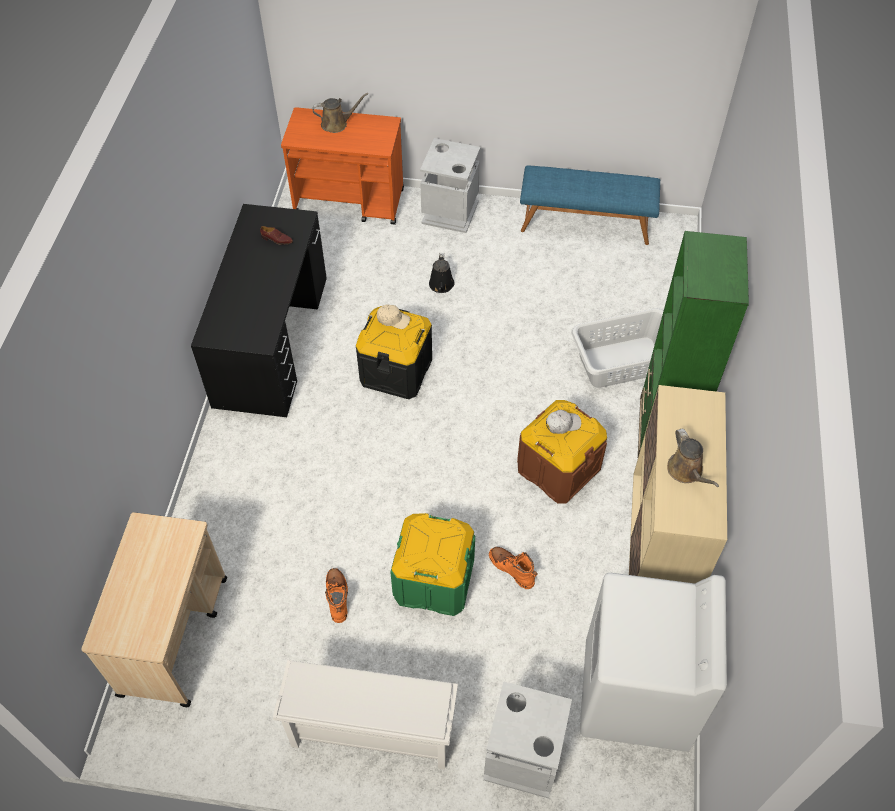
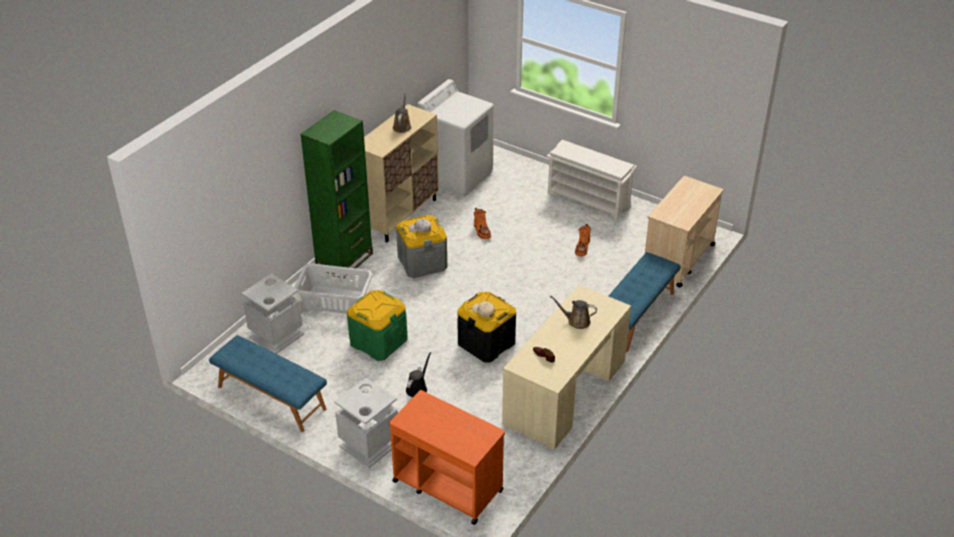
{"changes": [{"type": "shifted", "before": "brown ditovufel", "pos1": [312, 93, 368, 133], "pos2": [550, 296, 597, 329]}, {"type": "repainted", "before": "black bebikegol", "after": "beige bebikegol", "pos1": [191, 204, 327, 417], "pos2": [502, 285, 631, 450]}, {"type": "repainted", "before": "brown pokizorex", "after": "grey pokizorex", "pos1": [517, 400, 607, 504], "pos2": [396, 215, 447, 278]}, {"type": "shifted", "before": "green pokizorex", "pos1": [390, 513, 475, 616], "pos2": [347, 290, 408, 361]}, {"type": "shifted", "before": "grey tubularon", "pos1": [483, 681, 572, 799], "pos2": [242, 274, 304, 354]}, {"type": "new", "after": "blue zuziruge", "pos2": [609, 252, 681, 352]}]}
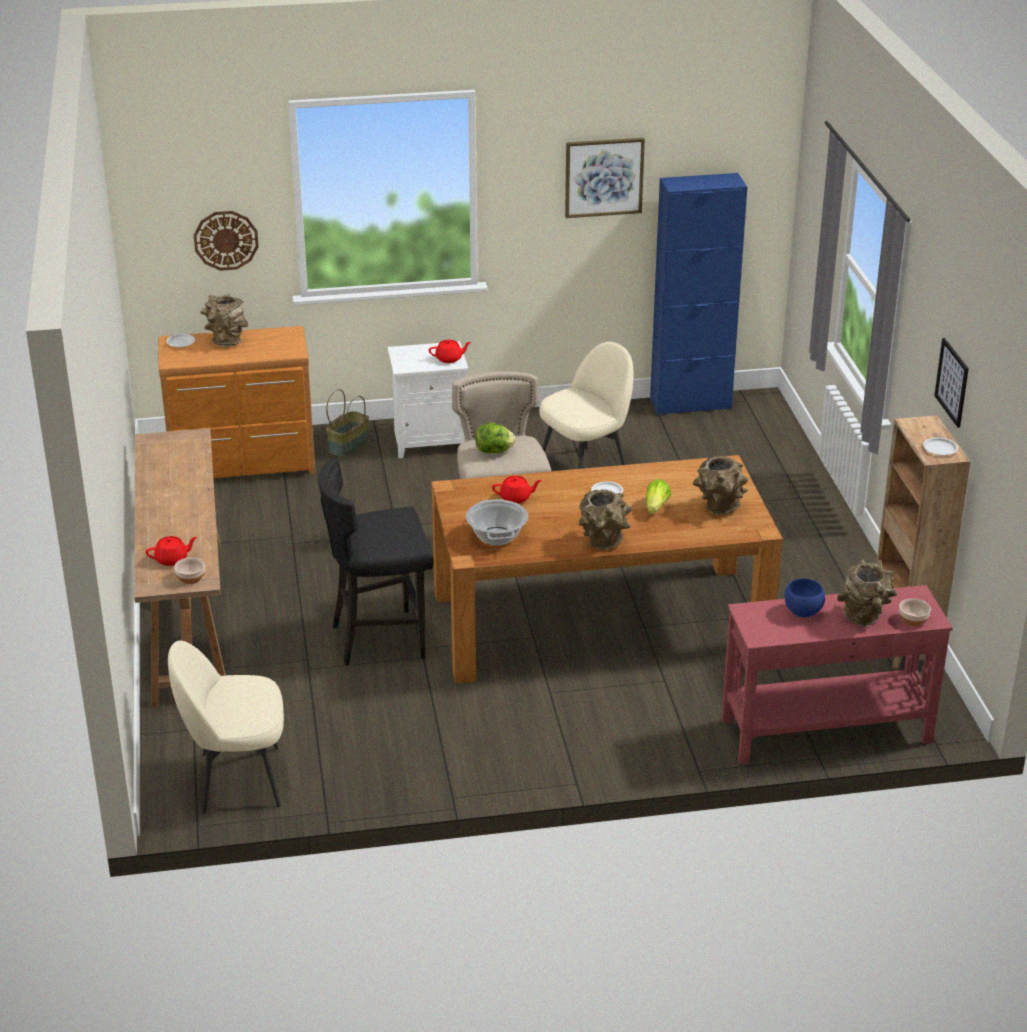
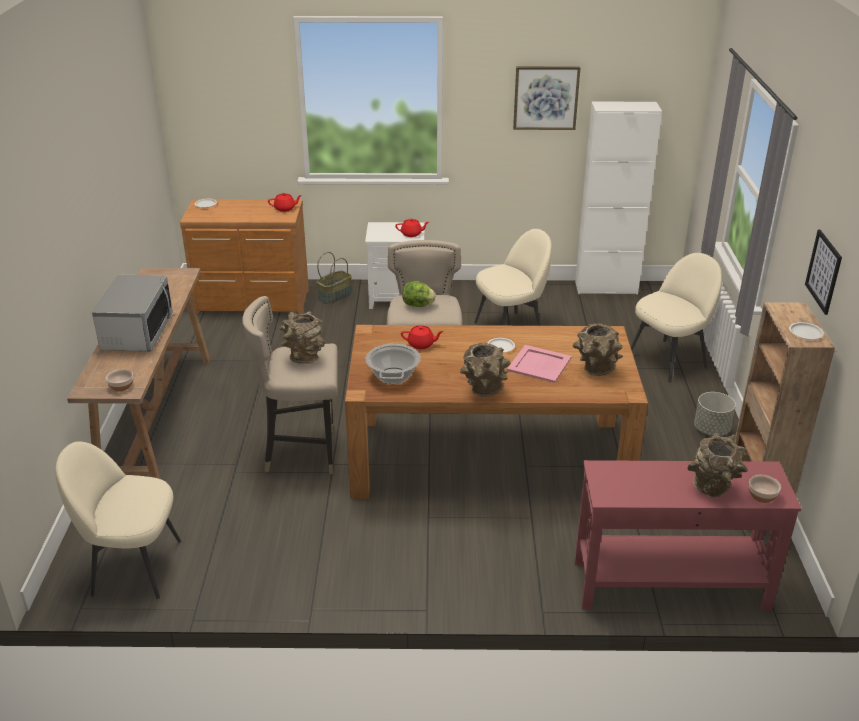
{"changes": [{"type": "repainted", "before": "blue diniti", "after": "white diniti", "pos1": [650, 173, 747, 415], "pos2": [575, 101, 662, 295]}, {"type": "gone", "before": "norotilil", "pos1": [194, 211, 259, 271]}, {"type": "shifted", "before": "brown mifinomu", "pos1": [200, 293, 248, 347], "pos2": [280, 311, 324, 365]}, {"type": "repainted", "before": "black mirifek", "after": "beige mirifek", "pos1": [318, 458, 434, 665], "pos2": [242, 296, 338, 474]}, {"type": "swapped", "before": "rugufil", "after": "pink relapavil", "pos1": [646, 479, 671, 514], "pos2": [507, 345, 572, 383]}, {"type": "shifted", "before": "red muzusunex", "pos1": [146, 536, 197, 566], "pos2": [268, 193, 302, 212]}, {"type": "gone", "before": "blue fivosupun", "pos1": [785, 578, 825, 617]}, {"type": "new", "after": "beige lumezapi", "pos2": [631, 253, 722, 383]}, {"type": "new", "after": "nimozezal", "pos2": [92, 275, 173, 351]}, {"type": "new", "after": "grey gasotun", "pos2": [694, 392, 736, 436]}]}
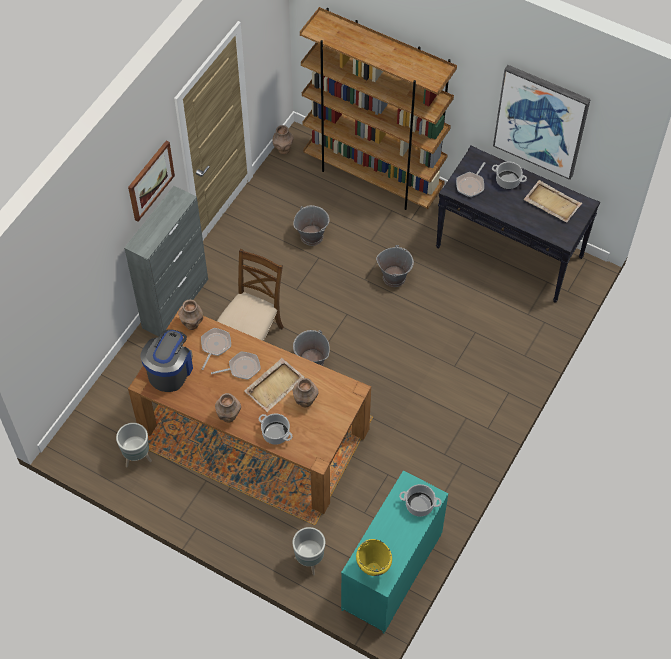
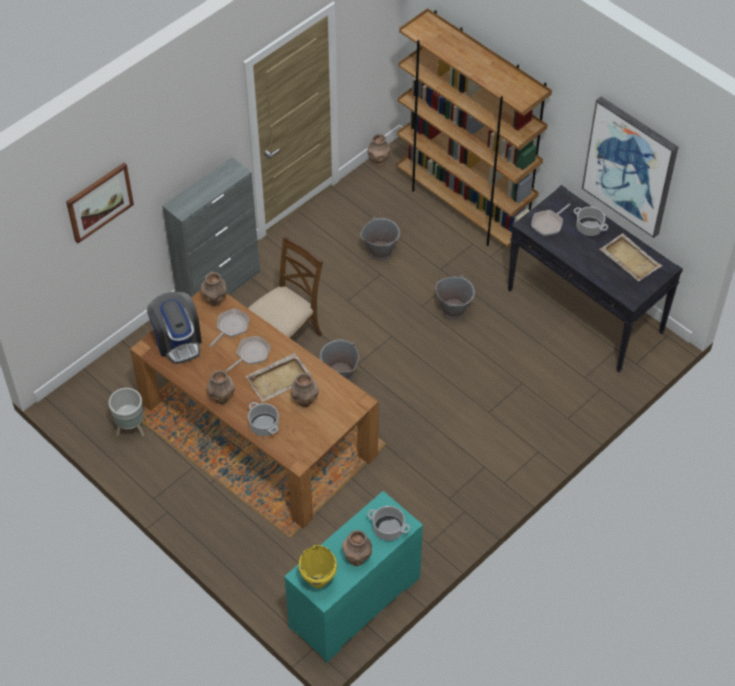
{"changes": [{"type": "shifted", "before": "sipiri", "pos1": [128, 140, 175, 222], "pos2": [66, 163, 134, 243]}, {"type": "rotated", "before": "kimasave", "pos1": [140, 329, 193, 392], "pos2": [147, 292, 202, 364], "turn": 120}, {"type": "rotated", "before": "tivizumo", "pos1": [211, 351, 261, 380], "pos2": [226, 336, 271, 372], "turn": -45}, {"type": "gone", "before": "grey gasotun", "pos1": [292, 527, 325, 575]}, {"type": "new", "after": "brown mifinomu", "pos2": [342, 530, 372, 566]}]}
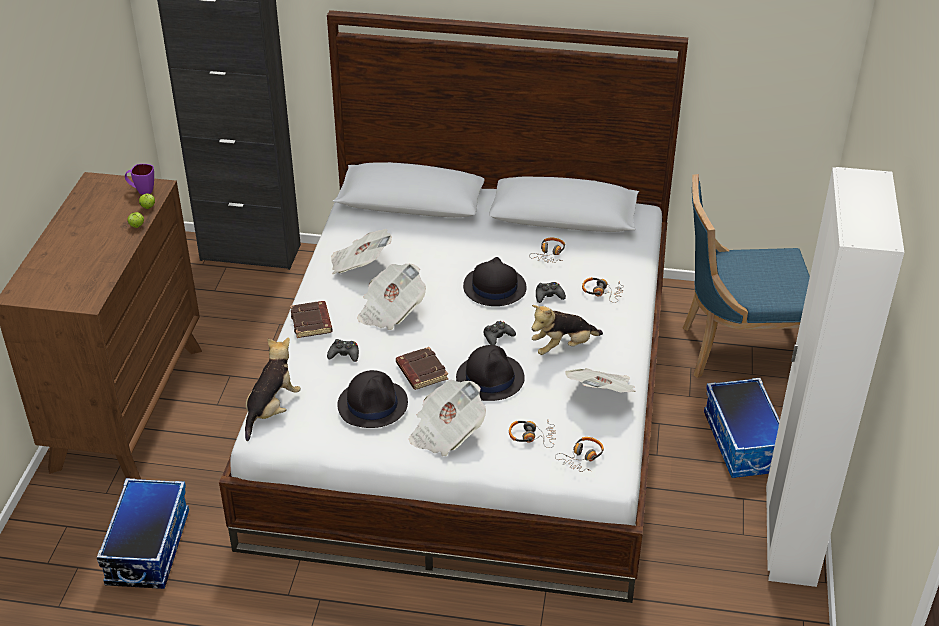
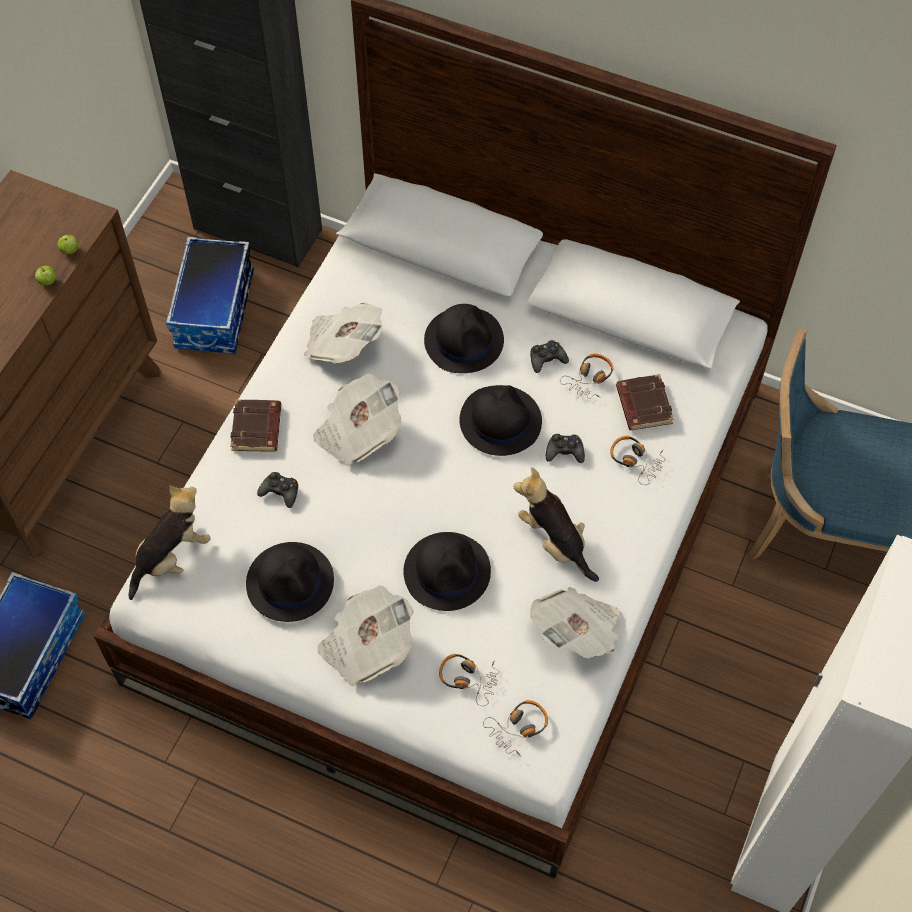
{"changes": [{"type": "gone", "before": "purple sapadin", "pos1": [125, 164, 154, 195]}, {"type": "rotated", "before": "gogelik", "pos1": [532, 305, 603, 355], "pos2": [513, 467, 599, 582], "turn": 60}, {"type": "shifted", "before": "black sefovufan", "pos1": [484, 321, 516, 345], "pos2": [530, 340, 569, 373]}, {"type": "shifted", "before": "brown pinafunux", "pos1": [396, 347, 448, 390], "pos2": [616, 374, 674, 430]}, {"type": "shifted", "before": "pokizorex", "pos1": [704, 378, 780, 478], "pos2": [166, 237, 254, 354]}, {"type": "new", "after": "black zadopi", "pos2": [424, 304, 504, 373]}]}
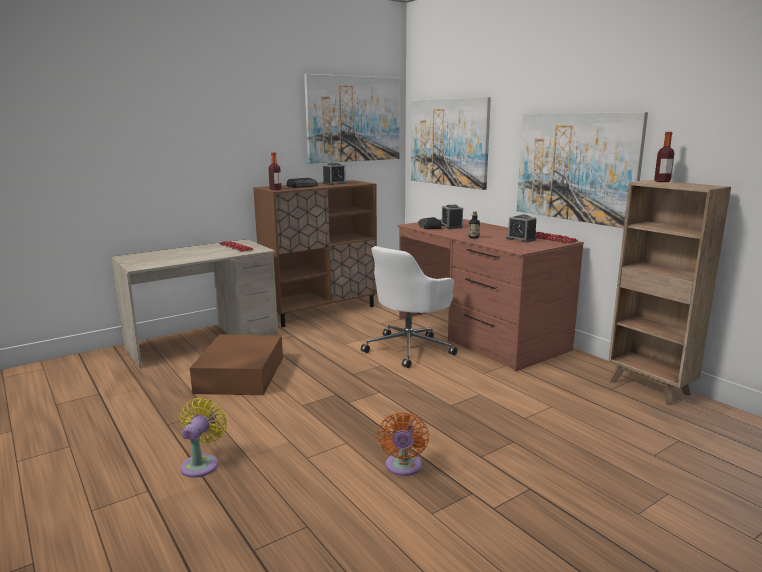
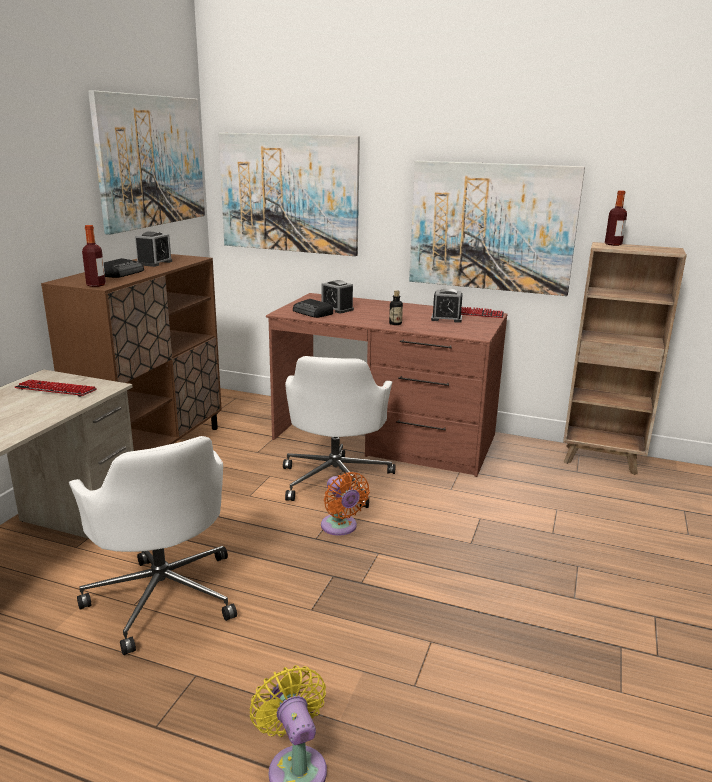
{"changes": [{"type": "swapped", "before": "brown pokizorex", "after": "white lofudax", "pos1": [190, 334, 283, 395], "pos2": [69, 436, 237, 655]}, {"type": "shifted", "before": "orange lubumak", "pos1": [377, 412, 429, 476], "pos2": [321, 472, 370, 535]}]}
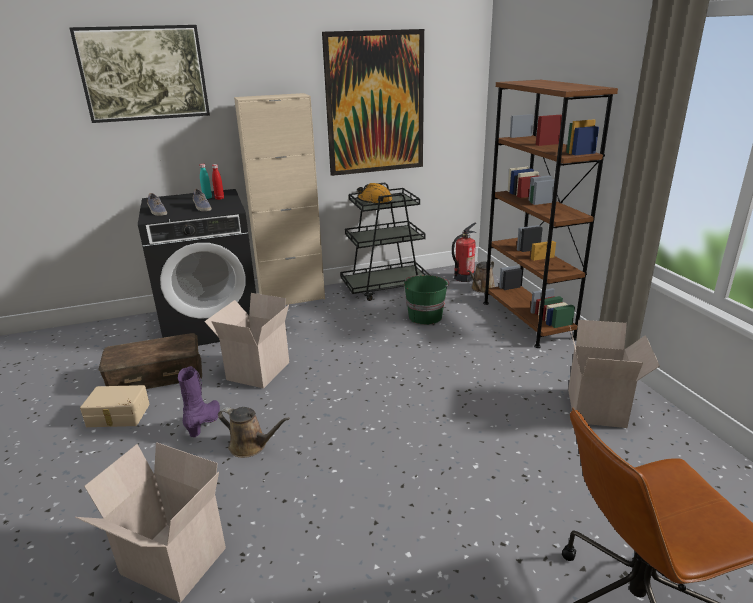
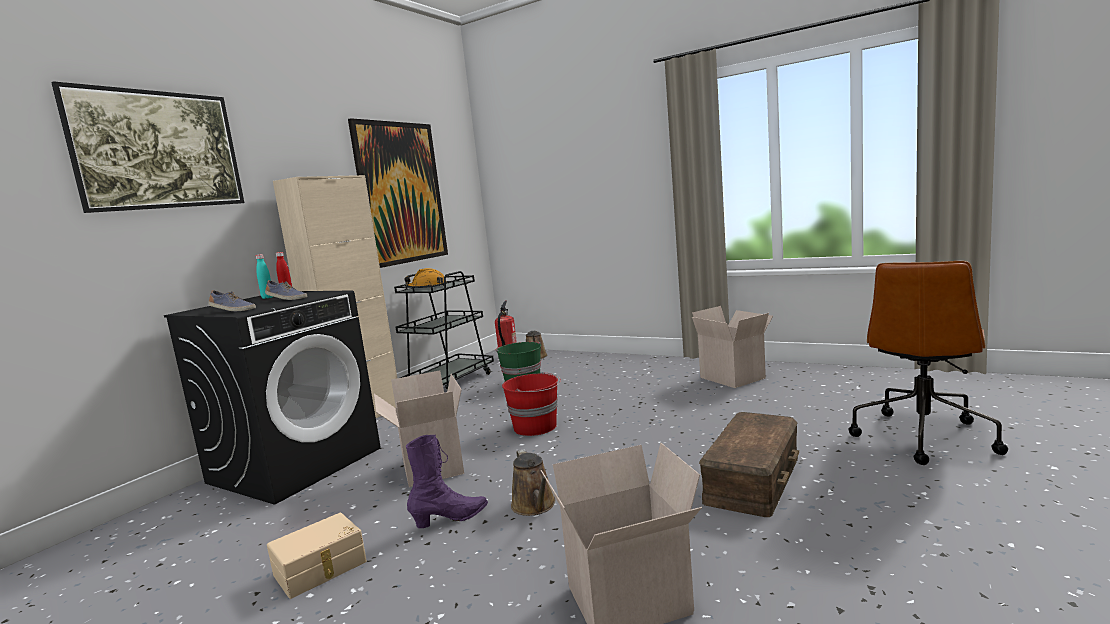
{"changes": [{"type": "gone", "before": "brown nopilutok", "pos1": [483, 80, 618, 348]}, {"type": "shifted", "before": "brown pokizorex", "pos1": [98, 333, 202, 389], "pos2": [699, 412, 799, 517]}, {"type": "rotated", "before": "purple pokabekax", "pos1": [178, 366, 220, 437], "pos2": [406, 435, 488, 528], "turn": 90}, {"type": "rotated", "before": "brown ditovufel", "pos1": [218, 407, 290, 458], "pos2": [511, 449, 556, 516], "turn": 90}, {"type": "new", "after": "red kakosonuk", "pos2": [502, 372, 561, 436]}]}
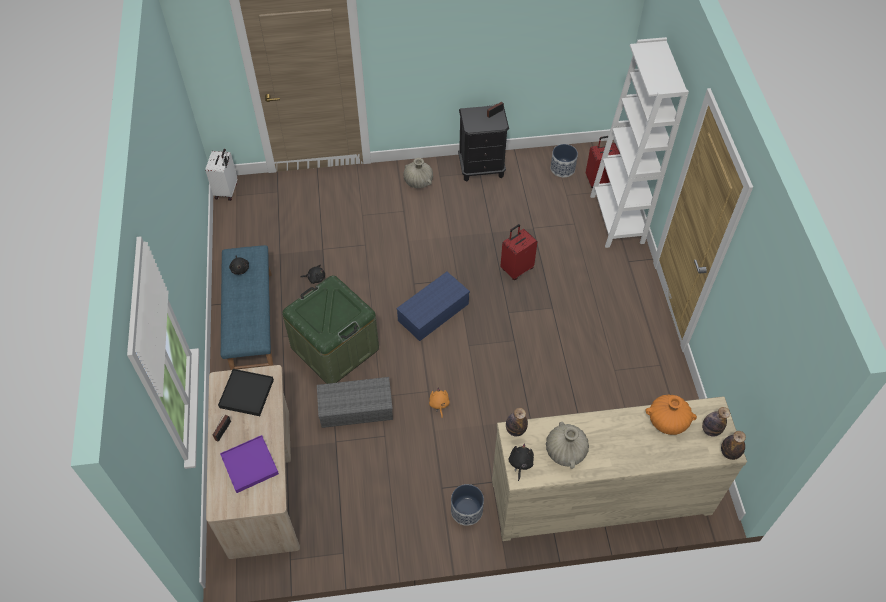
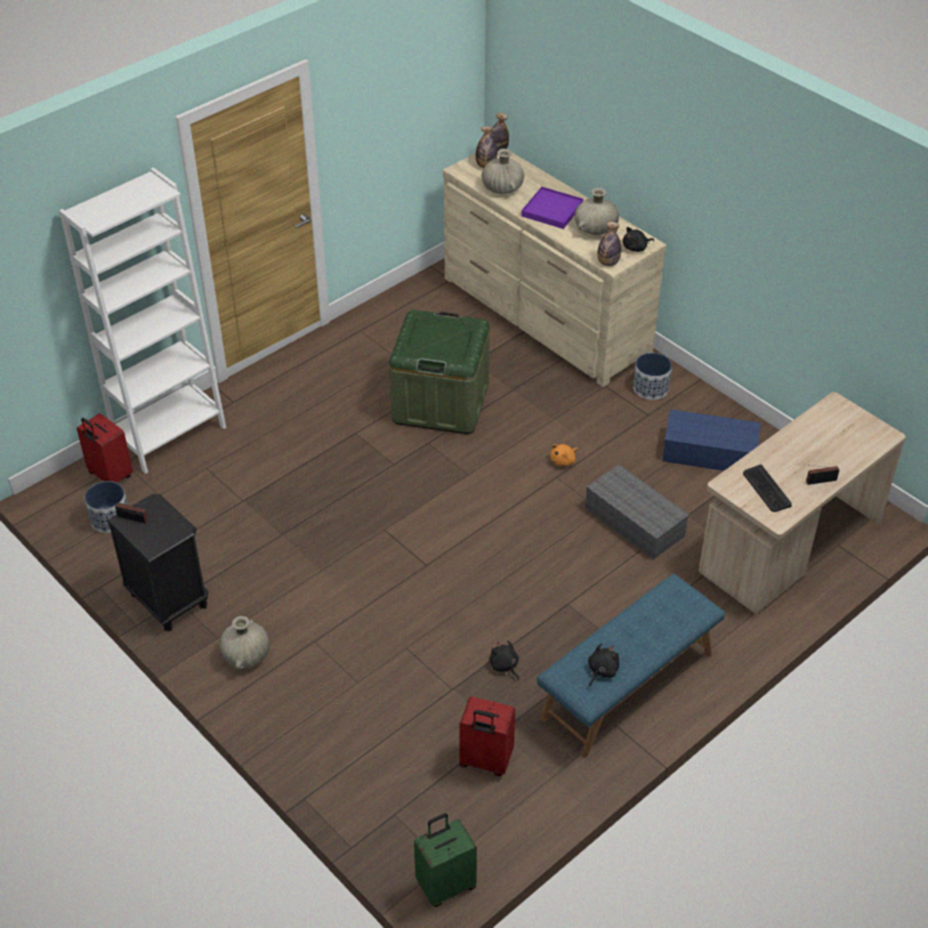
{"changes": [{"type": "repainted", "before": "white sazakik", "after": "green sazakik", "pos1": [205, 149, 238, 201], "pos2": [414, 813, 477, 907]}, {"type": "shifted", "before": "red sazakik", "pos1": [500, 224, 538, 280], "pos2": [459, 697, 515, 776]}, {"type": "shifted", "before": "blue pokizorex", "pos1": [396, 272, 470, 341], "pos2": [663, 409, 761, 471]}, {"type": "shifted", "before": "green pokizorex", "pos1": [282, 276, 379, 384], "pos2": [389, 310, 490, 434]}, {"type": "swapped", "before": "black relapavil", "after": "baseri", "pos1": [218, 369, 274, 416], "pos2": [743, 464, 792, 512]}, {"type": "repainted", "before": "orange mifinomu", "after": "beige mifinomu", "pos1": [646, 394, 697, 435], "pos2": [482, 149, 524, 194]}, {"type": "shifted", "before": "purple relapavil", "pos1": [220, 435, 279, 493], "pos2": [521, 187, 583, 229]}]}
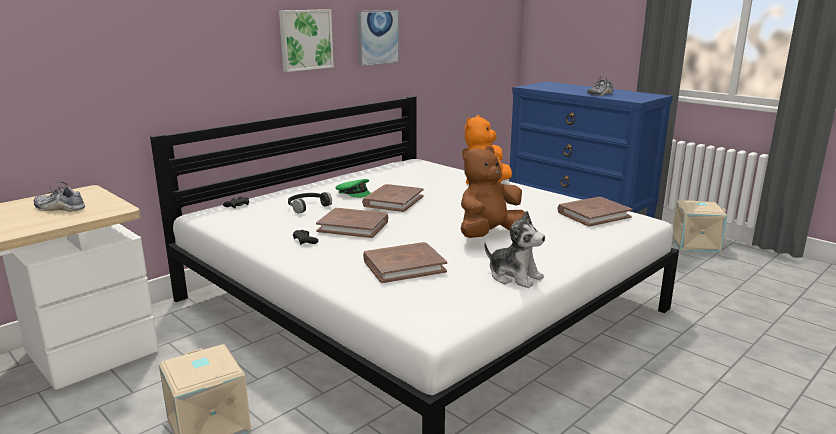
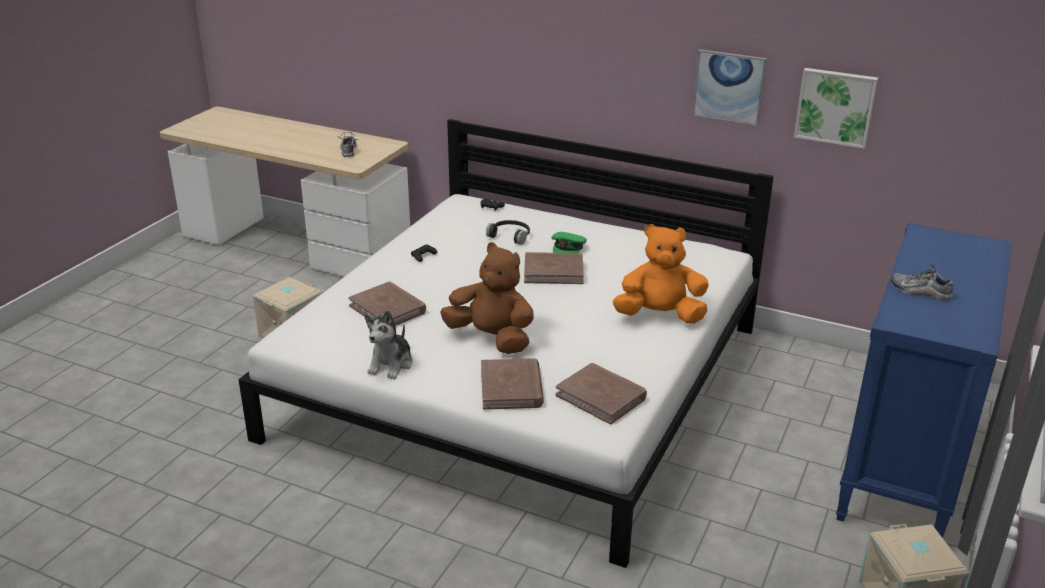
{"changes": [{"type": "shifted", "before": "sipiri", "pos1": [279, 9, 334, 72], "pos2": [794, 68, 878, 149]}, {"type": "shifted", "before": "brown pinafunux", "pos1": [316, 208, 388, 238], "pos2": [481, 358, 544, 410]}]}
